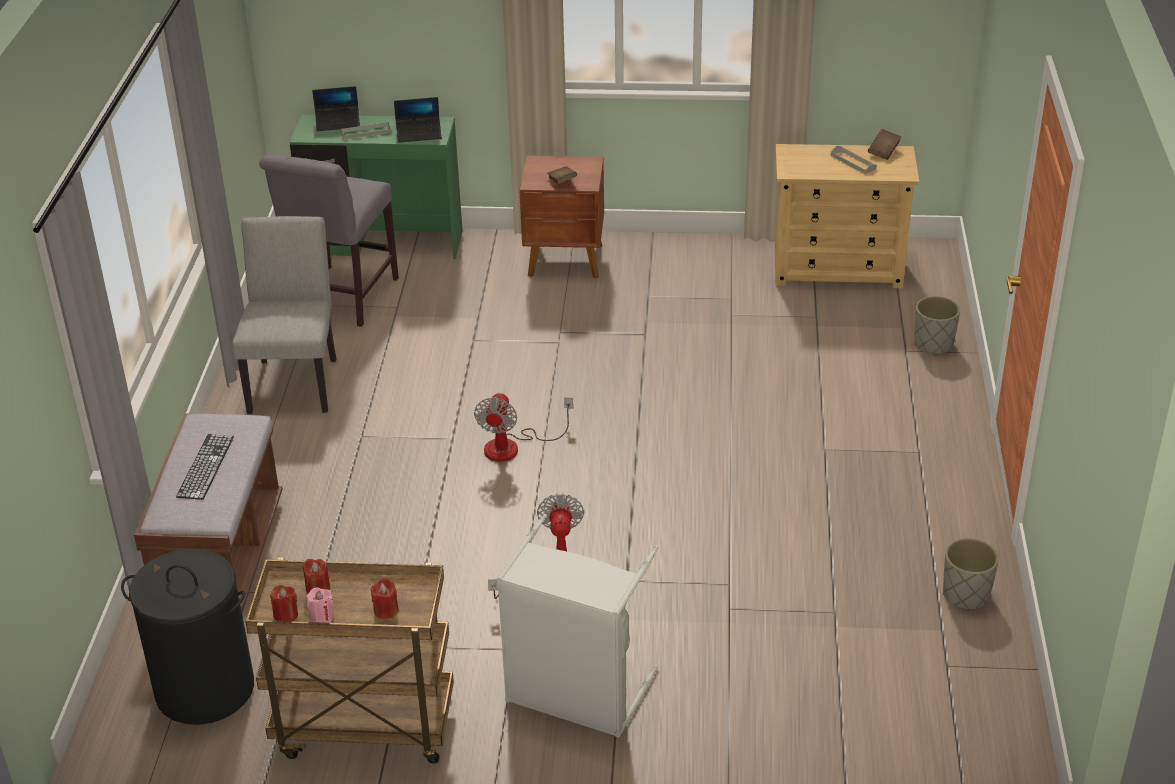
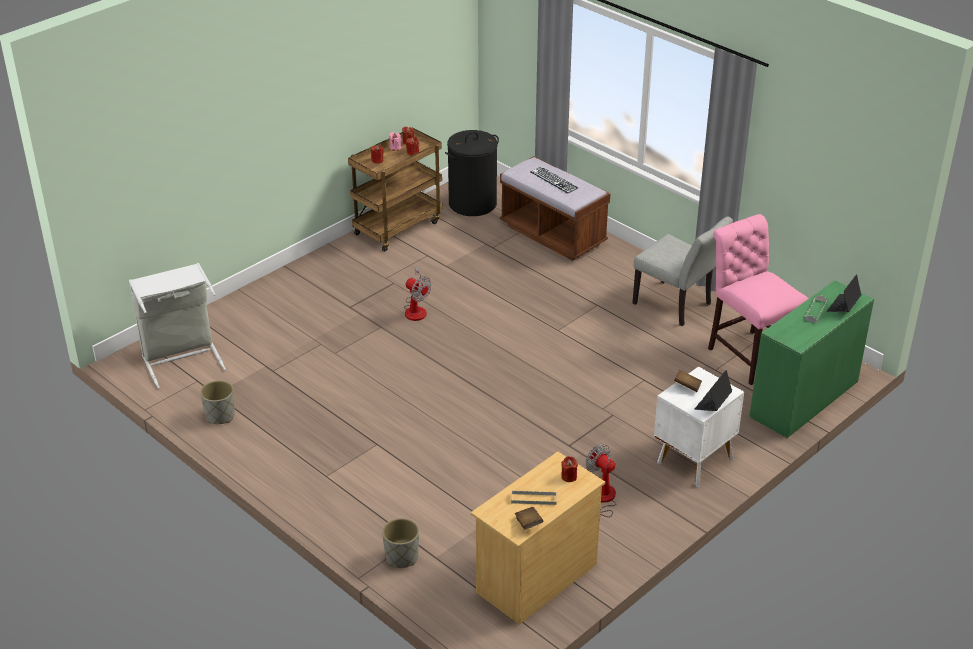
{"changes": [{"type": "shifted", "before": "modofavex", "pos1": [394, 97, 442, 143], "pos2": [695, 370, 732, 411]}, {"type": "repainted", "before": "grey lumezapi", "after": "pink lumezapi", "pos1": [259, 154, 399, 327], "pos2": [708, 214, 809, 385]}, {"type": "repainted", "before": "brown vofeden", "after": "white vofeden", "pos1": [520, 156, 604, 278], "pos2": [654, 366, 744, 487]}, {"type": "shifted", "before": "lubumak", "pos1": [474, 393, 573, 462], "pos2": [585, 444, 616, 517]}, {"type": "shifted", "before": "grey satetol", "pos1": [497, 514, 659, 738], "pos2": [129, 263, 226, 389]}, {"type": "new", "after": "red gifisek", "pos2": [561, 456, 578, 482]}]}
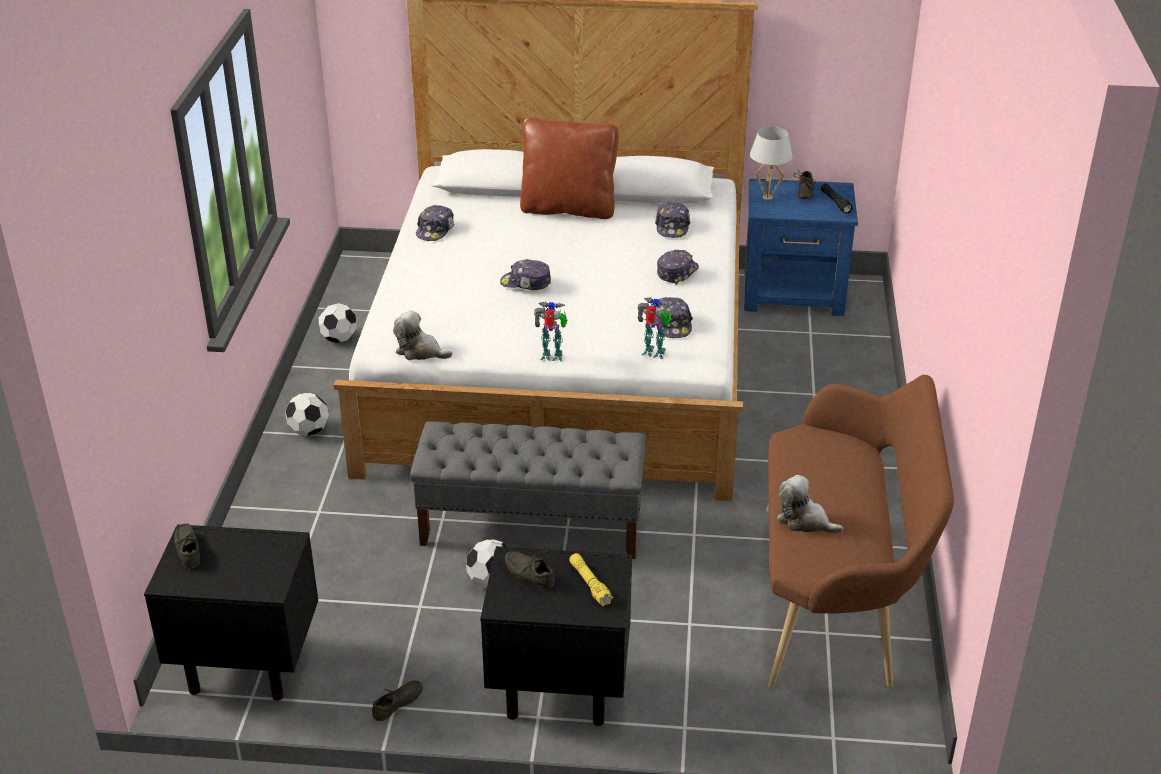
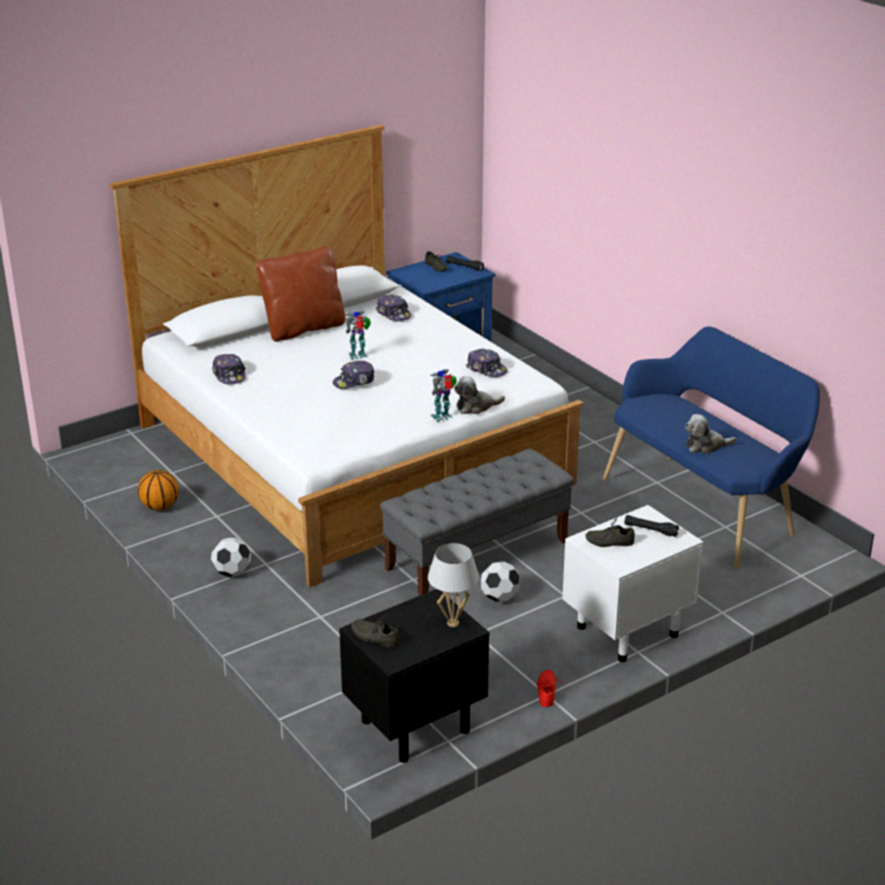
{"changes": [{"type": "shifted", "before": "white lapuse", "pos1": [750, 127, 793, 200], "pos2": [428, 543, 479, 627]}, {"type": "gone", "before": "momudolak", "pos1": [657, 250, 699, 285]}, {"type": "shifted", "before": "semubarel", "pos1": [637, 298, 672, 359], "pos2": [346, 311, 371, 360]}, {"type": "swapped", "before": "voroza", "after": "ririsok", "pos1": [319, 303, 357, 343], "pos2": [138, 470, 179, 511]}, {"type": "shifted", "before": "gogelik", "pos1": [393, 310, 452, 360], "pos2": [454, 376, 505, 414]}, {"type": "repainted", "before": "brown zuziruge", "after": "blue zuziruge", "pos1": [766, 375, 954, 688], "pos2": [603, 326, 820, 569]}, {"type": "repainted", "before": "black vofeden", "after": "white vofeden", "pos1": [480, 546, 632, 726], "pos2": [562, 505, 704, 662]}, {"type": "repainted", "before": "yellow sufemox", "after": "black sufemox", "pos1": [569, 553, 613, 606], "pos2": [624, 515, 679, 537]}, {"type": "repainted", "before": "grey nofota", "after": "red nofota", "pos1": [372, 680, 423, 721], "pos2": [536, 670, 561, 707]}]}
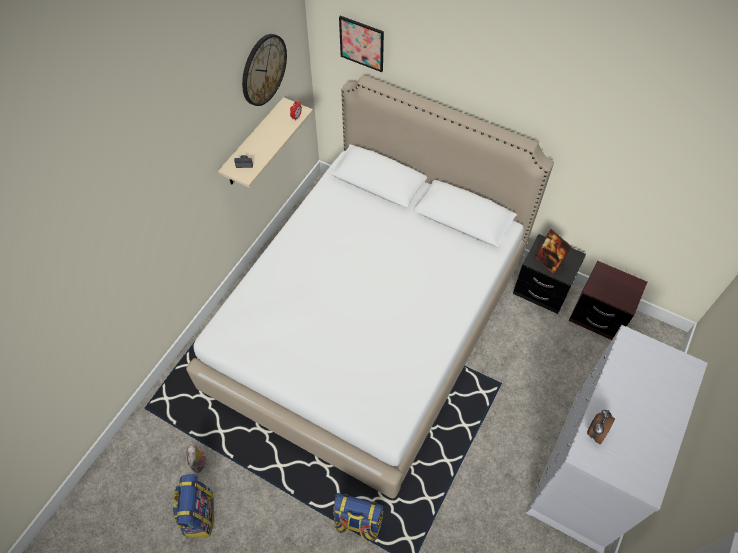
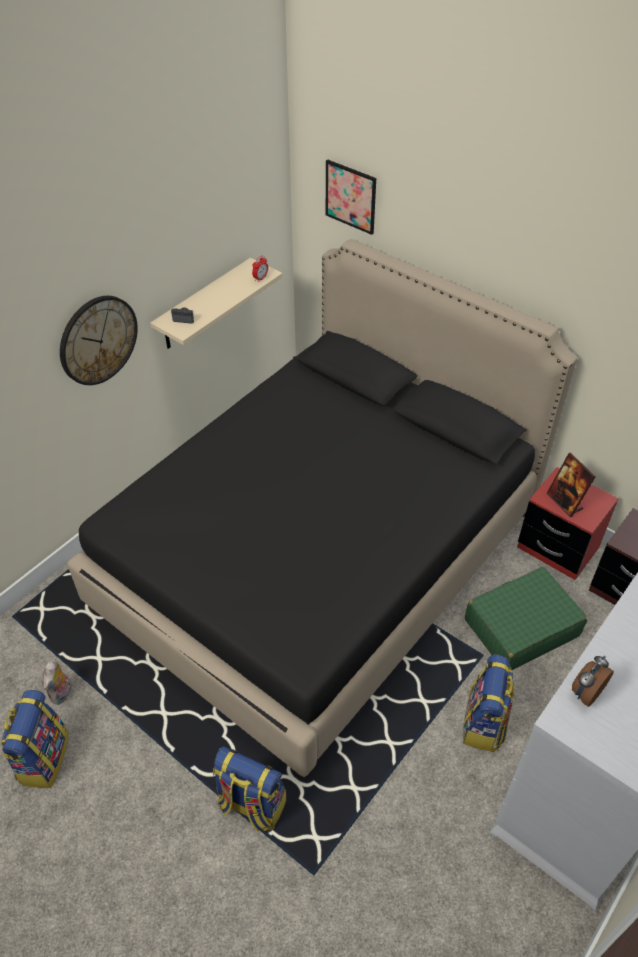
{"changes": [{"type": "shifted", "before": "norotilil", "pos1": [242, 34, 287, 106], "pos2": [60, 296, 138, 385]}, {"type": "repainted", "before": "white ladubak", "after": "black ladubak", "pos1": [186, 75, 554, 499], "pos2": [67, 239, 578, 780]}, {"type": "repainted", "before": "black vofeden", "after": "red vofeden", "pos1": [513, 234, 586, 314], "pos2": [517, 467, 619, 580]}, {"type": "new", "after": "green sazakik", "pos2": [465, 567, 588, 670]}, {"type": "new", "after": "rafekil", "pos2": [463, 654, 515, 752]}]}
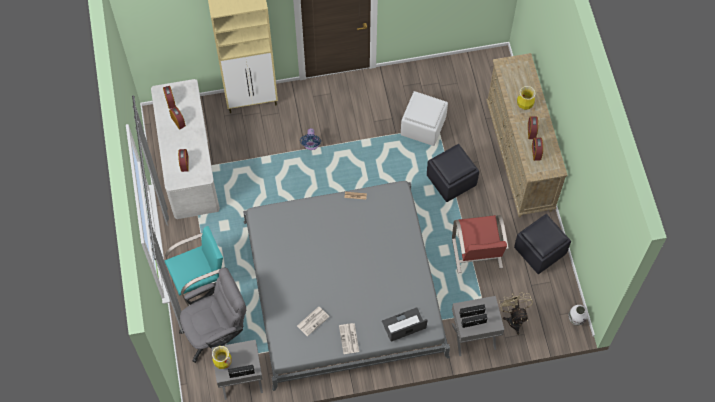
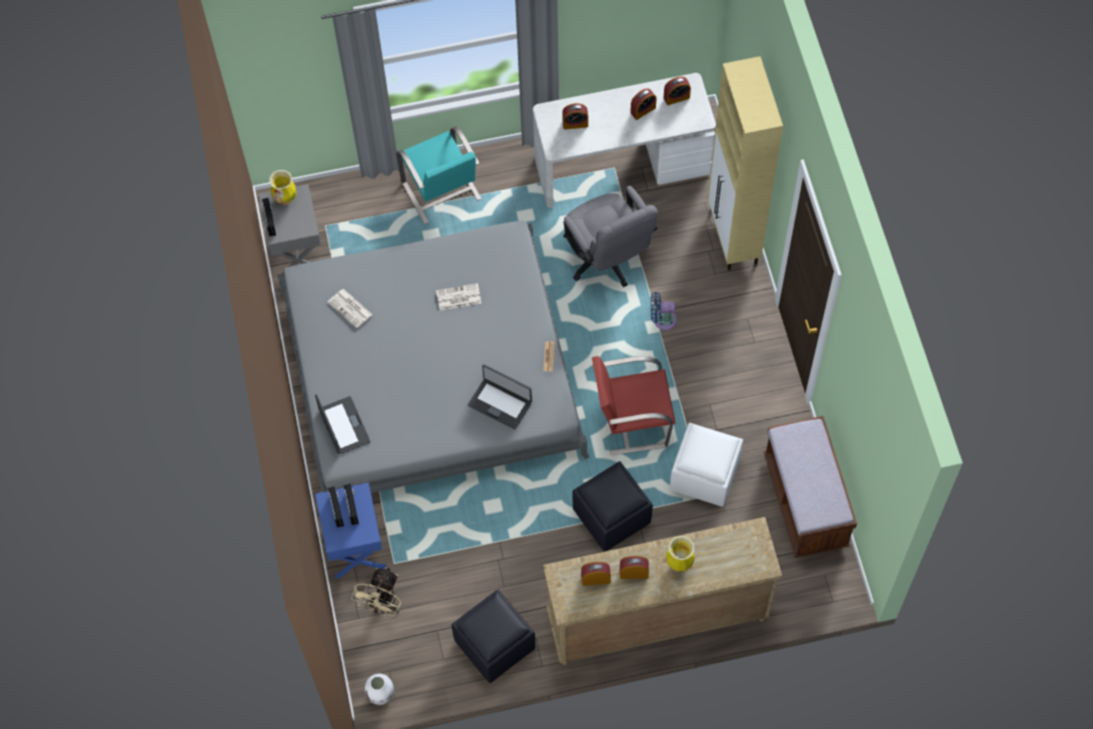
{"changes": [{"type": "shifted", "before": "red lumezapi", "pos1": [452, 215, 509, 273], "pos2": [592, 356, 675, 455]}, {"type": "shifted", "before": "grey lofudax", "pos1": [179, 268, 246, 363], "pos2": [563, 186, 658, 287]}, {"type": "rotated", "before": "beige lubumak", "pos1": [499, 292, 533, 335], "pos2": [351, 567, 402, 616], "turn": 120}, {"type": "repainted", "before": "grey vofeden", "after": "blue vofeden", "pos1": [452, 296, 504, 356], "pos2": [315, 483, 386, 579]}, {"type": "shifted", "before": "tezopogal", "pos1": [339, 323, 359, 354], "pos2": [436, 283, 481, 311]}, {"type": "new", "after": "modofavex", "pos2": [468, 364, 532, 430]}, {"type": "new", "after": "brown zuziruge", "pos2": [764, 416, 857, 558]}]}
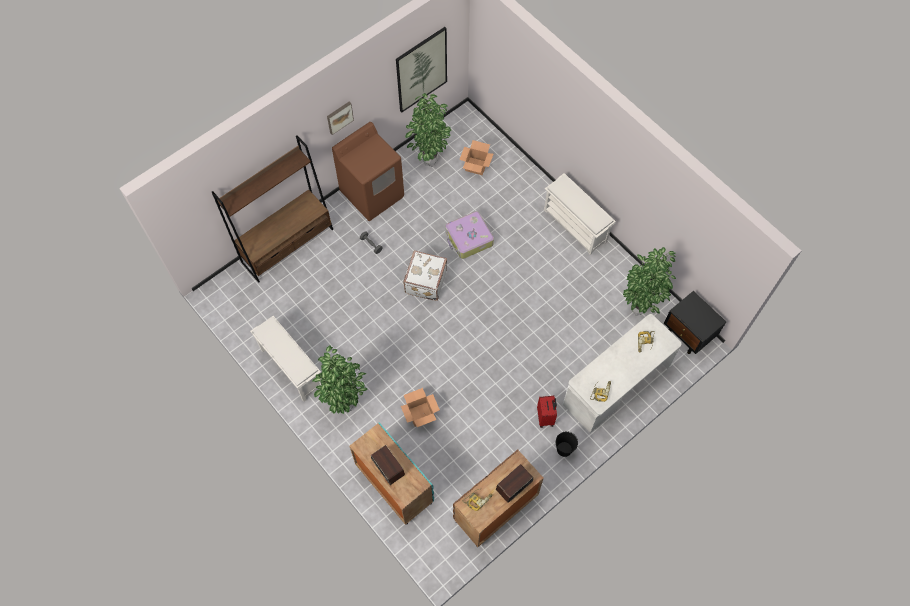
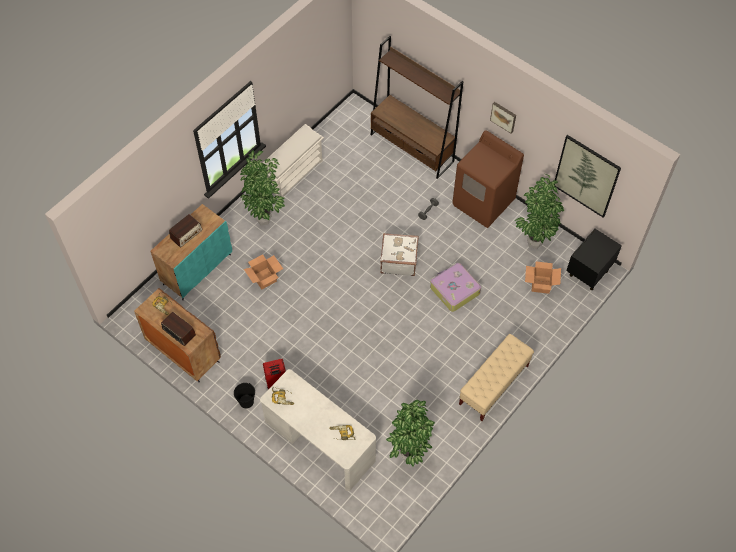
{"changes": [{"type": "swapped", "before": "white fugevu", "after": "beige zuziruge", "pos1": [544, 173, 616, 255], "pos2": [459, 334, 534, 421]}, {"type": "shifted", "before": "black vofeden", "pos1": [664, 291, 726, 354], "pos2": [566, 229, 622, 290]}]}
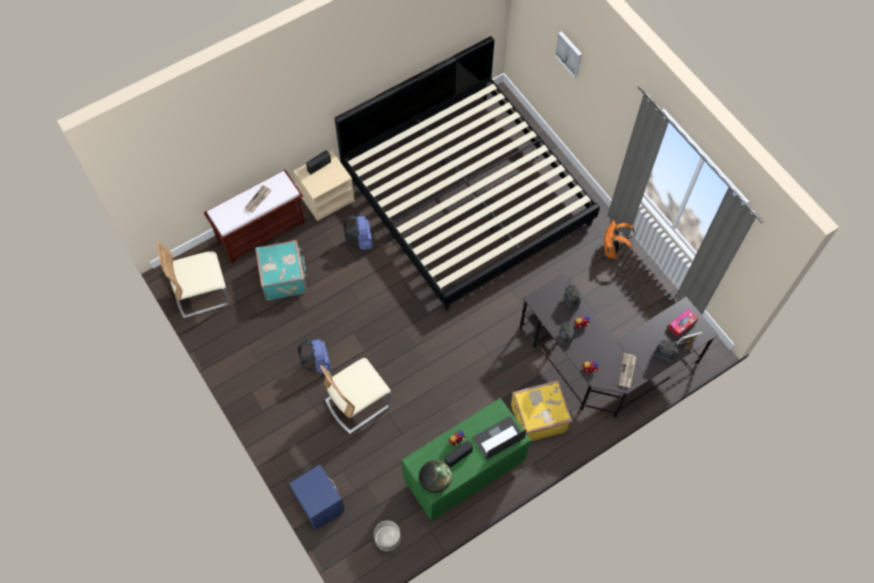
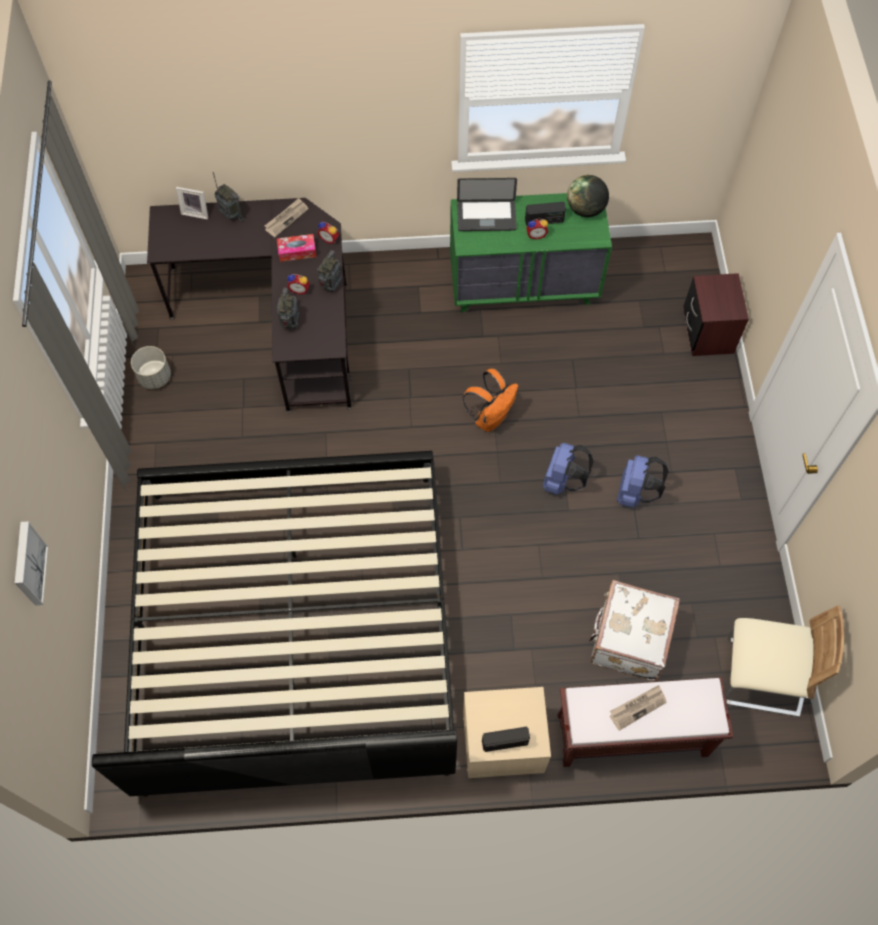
{"changes": [{"type": "shifted", "before": "blue rafekil", "pos1": [343, 215, 373, 250], "pos2": [542, 443, 593, 495]}, {"type": "shifted", "before": "orange rafekil", "pos1": [604, 220, 635, 258], "pos2": [462, 369, 519, 432]}, {"type": "repainted", "before": "turquoise sazakik", "after": "white sazakik", "pos1": [255, 240, 307, 300], "pos2": [589, 580, 680, 681]}, {"type": "shifted", "before": "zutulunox", "pos1": [668, 309, 698, 337], "pos2": [277, 234, 317, 262]}, {"type": "gone", "before": "beige lumezapi", "pos1": [320, 358, 391, 434]}, {"type": "gone", "before": "yellow sazakik", "pos1": [511, 380, 573, 441]}, {"type": "repainted", "before": "blue vofeden", "after": "brown vofeden", "pos1": [290, 465, 345, 530], "pos2": [683, 273, 749, 356]}, {"type": "shifted", "before": "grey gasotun", "pos1": [374, 520, 401, 551], "pos2": [131, 346, 171, 389]}]}
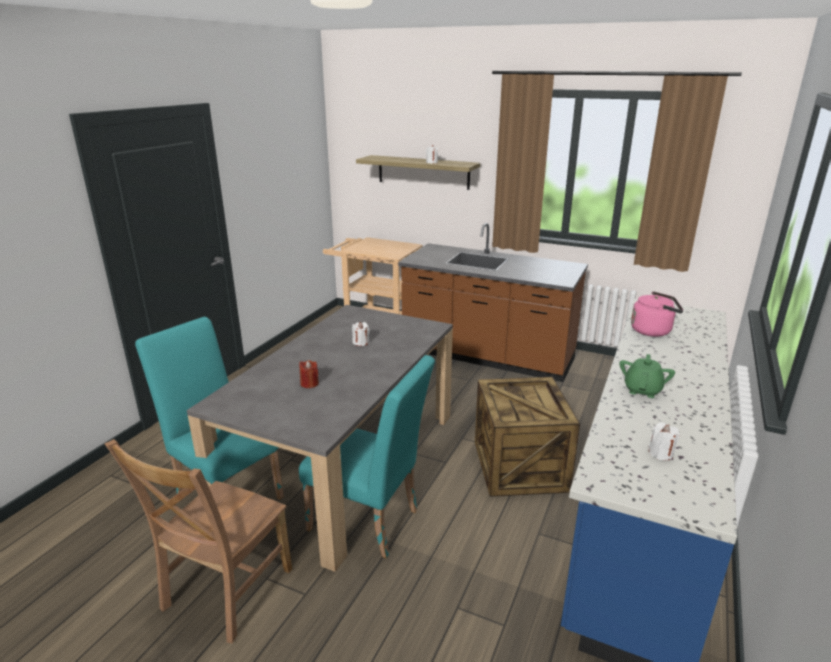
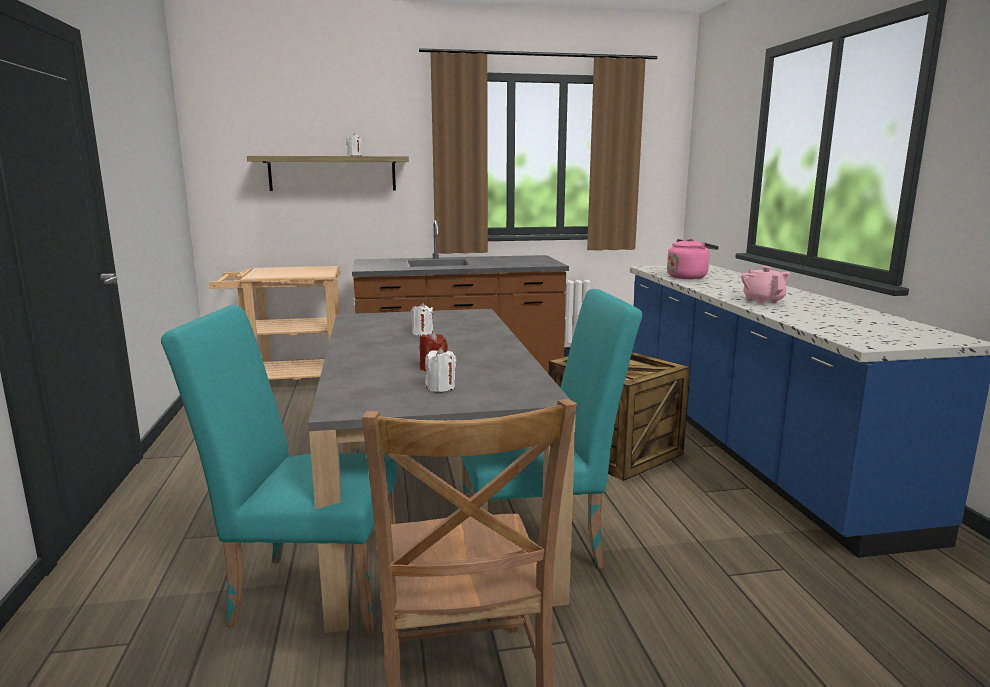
{"changes": [{"type": "repainted", "before": "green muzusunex", "after": "pink muzusunex", "pos1": [620, 354, 675, 398], "pos2": [741, 266, 791, 304]}, {"type": "shifted", "before": "white gifisek", "pos1": [649, 422, 680, 460], "pos2": [425, 347, 456, 392]}]}
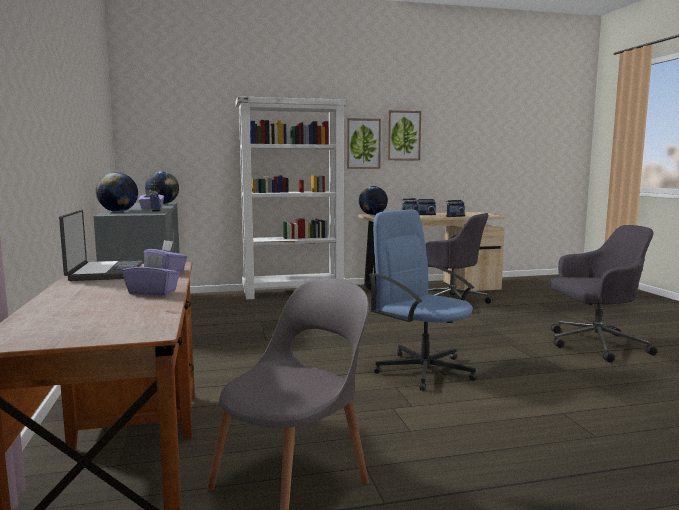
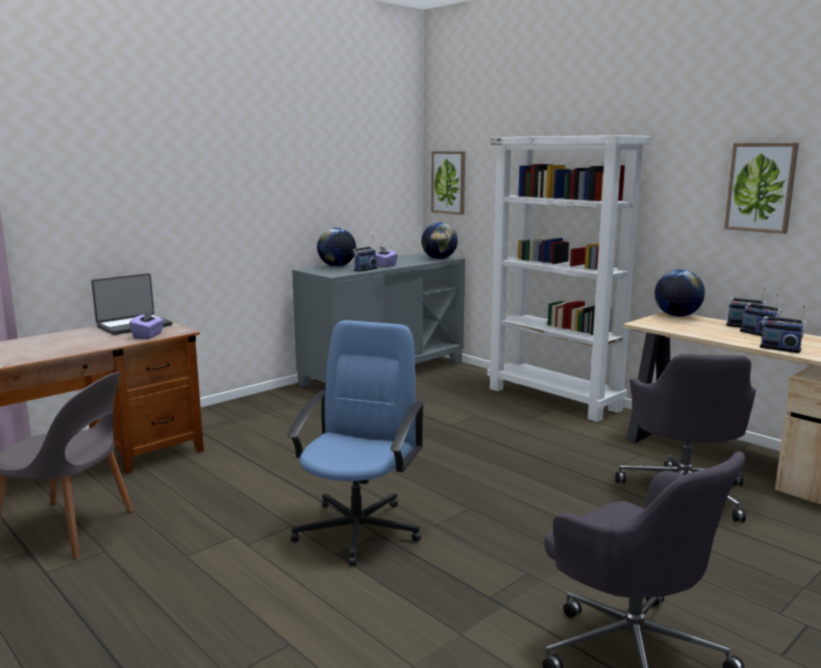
{"changes": [{"type": "shifted", "before": "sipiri", "pos1": [347, 118, 381, 169], "pos2": [431, 151, 465, 215]}, {"type": "gone", "before": "purple zutulunox", "pos1": [122, 255, 180, 296]}]}
